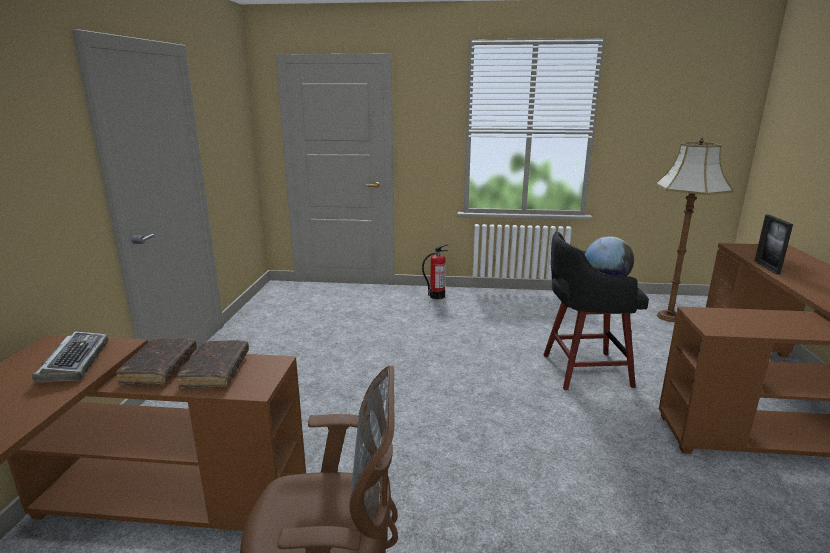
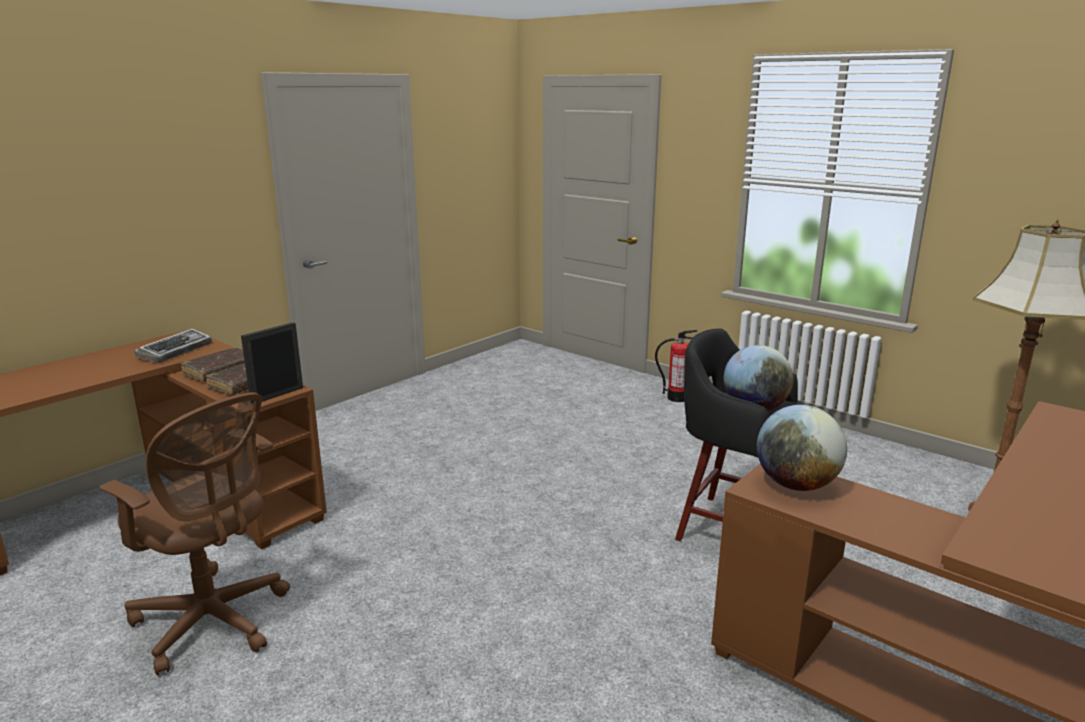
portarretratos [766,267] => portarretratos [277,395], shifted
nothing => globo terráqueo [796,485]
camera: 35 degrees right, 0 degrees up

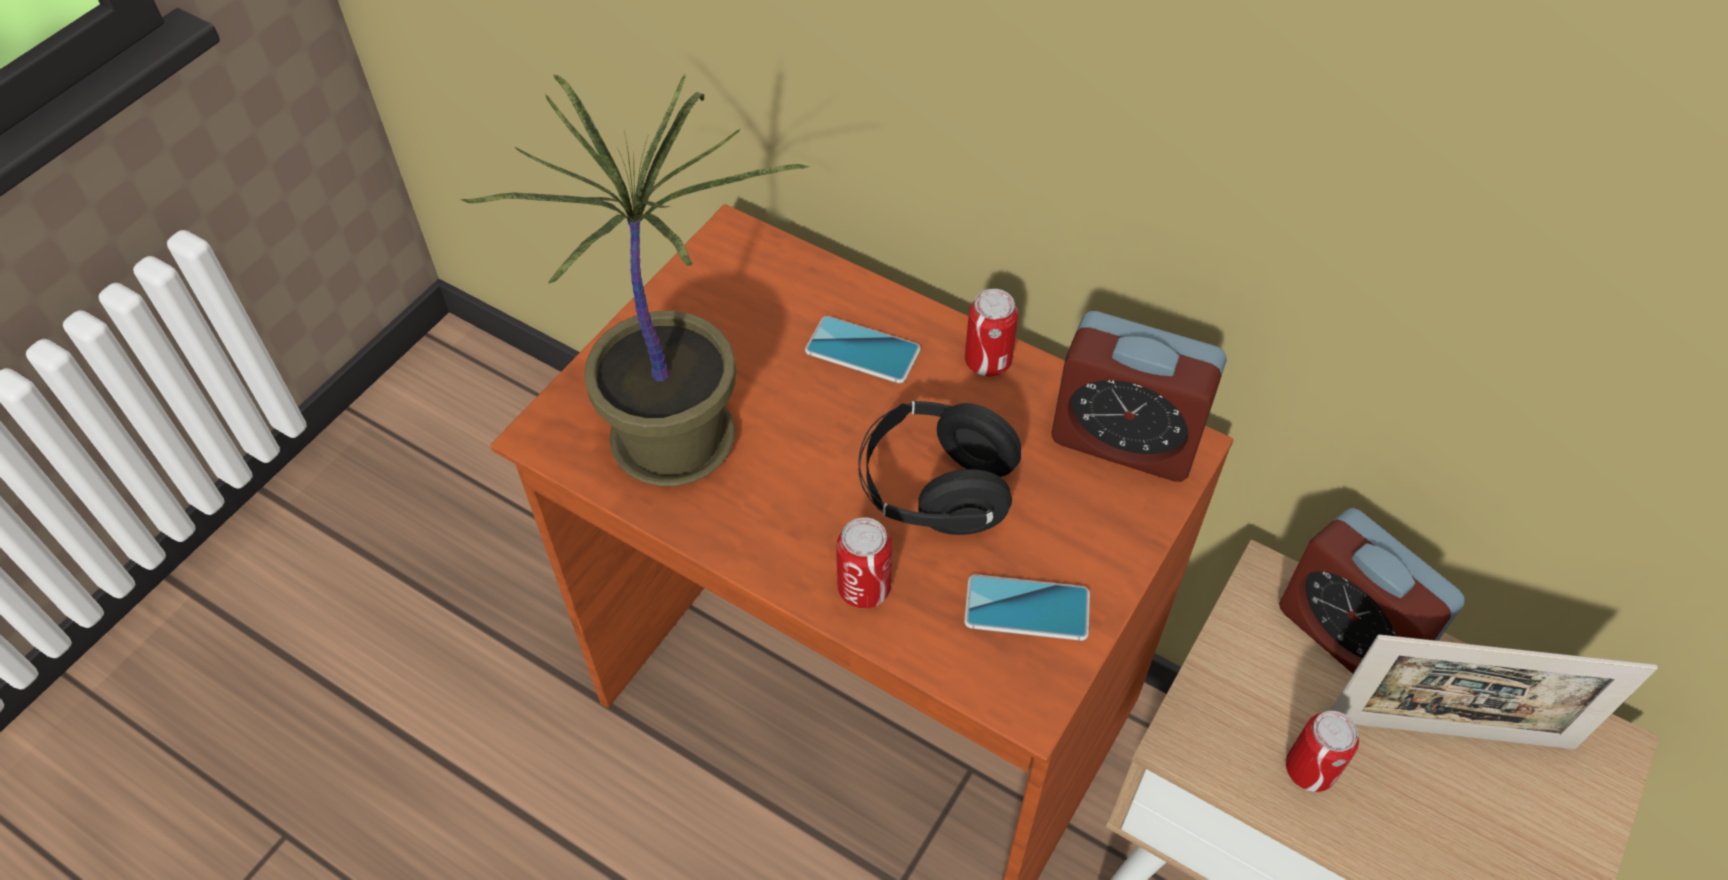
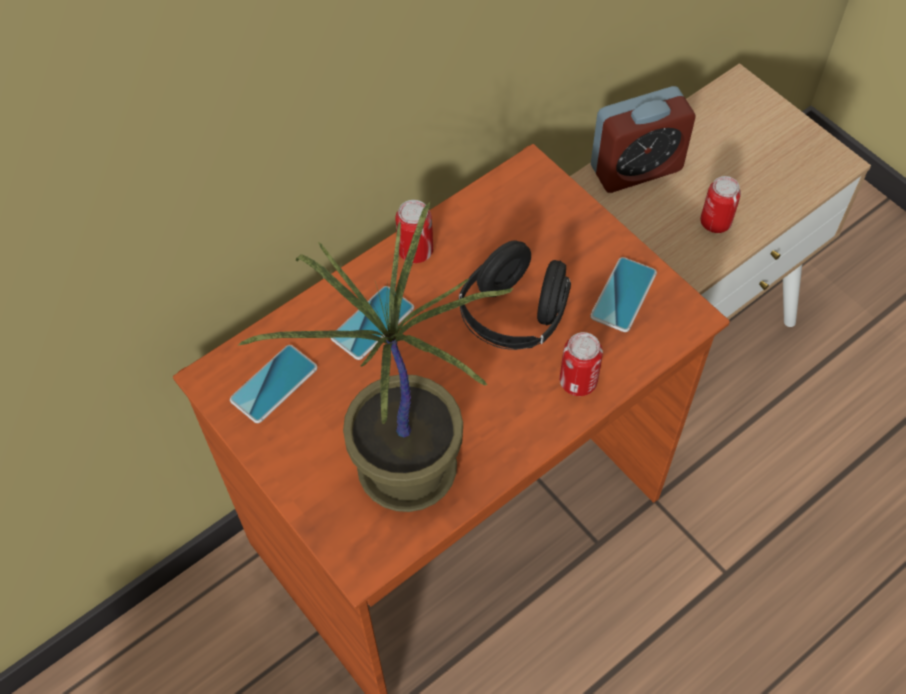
despertador [1124,440] => nothing
portarretratos [1449,733] => nothing
nothing => móvil [274,384]
camera: 70 degrees left, 5 degrees up

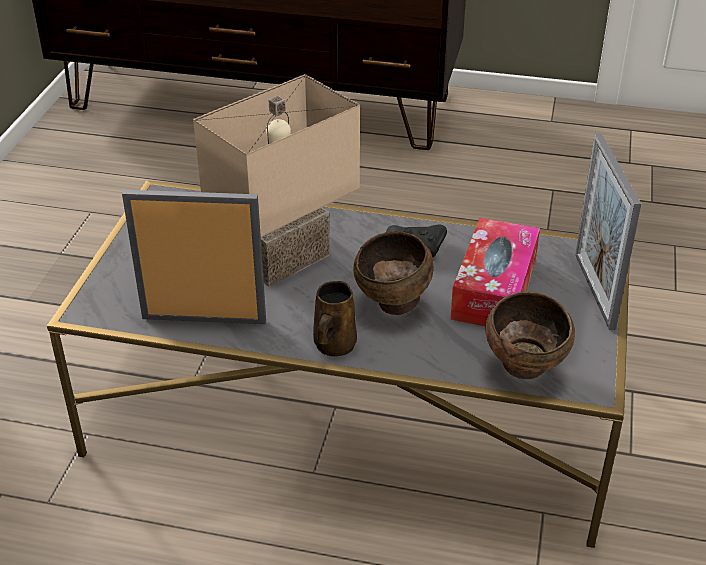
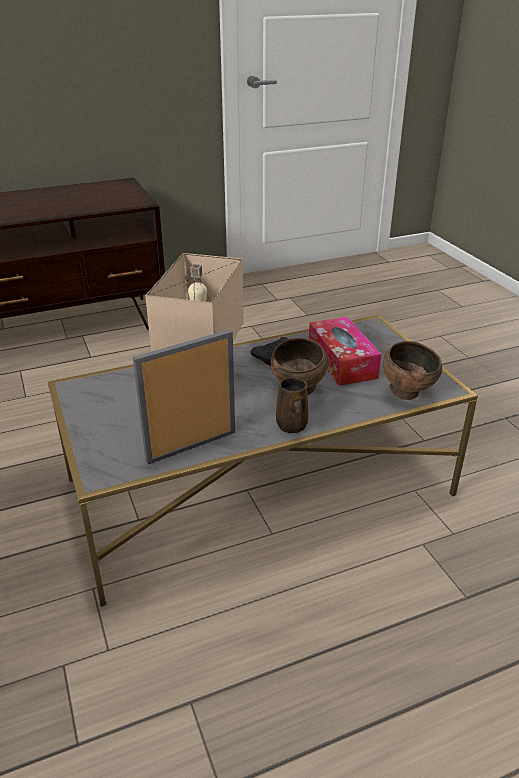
portarretratos [594,290] => nothing
camera: 35 degrees left, 5 degrees down

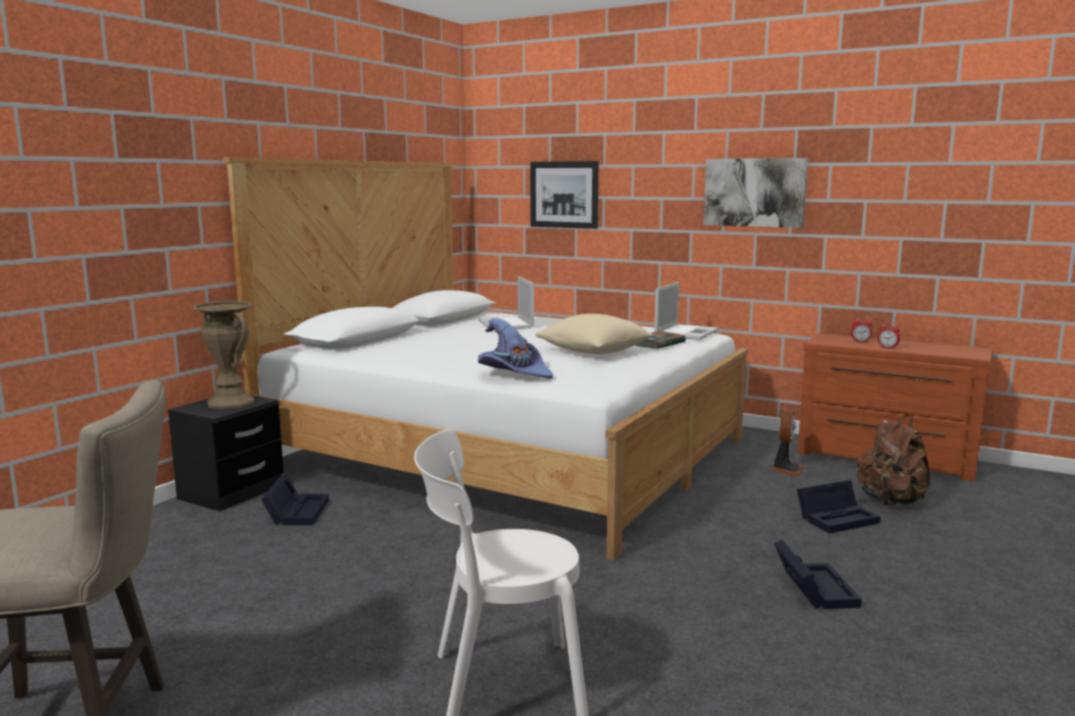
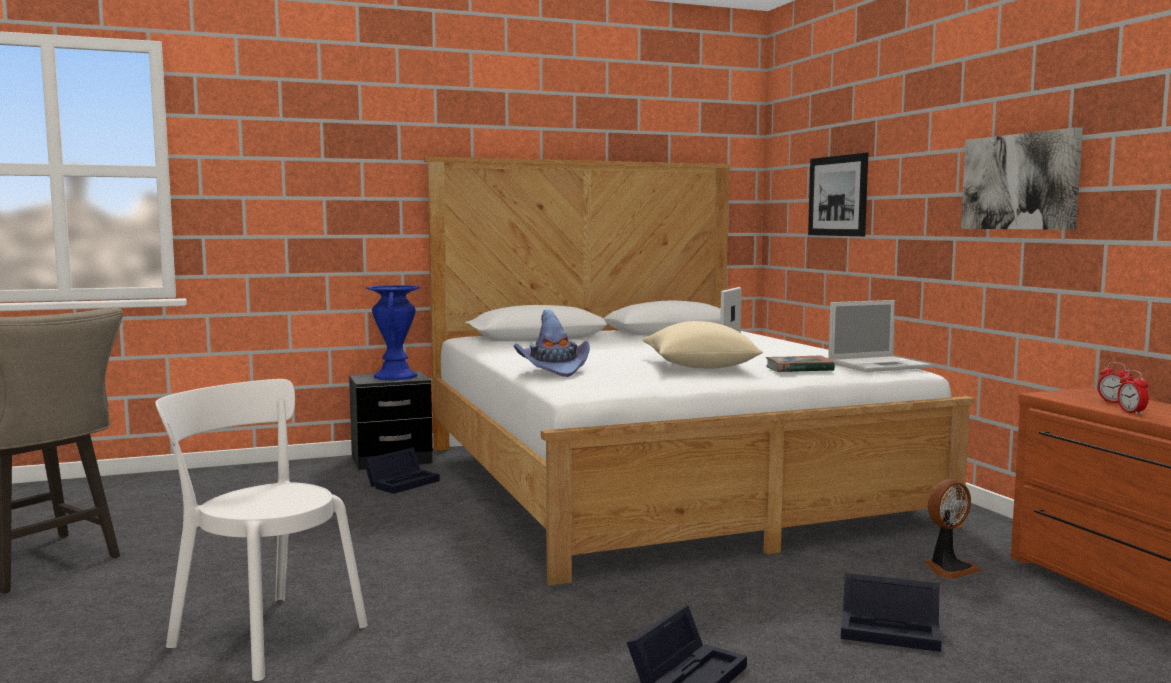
florero/marrón [230,403] => florero/azul [395,376]
mochila/marrón [891,502] => nothing
camera: 40 degrees right, 5 degrees down

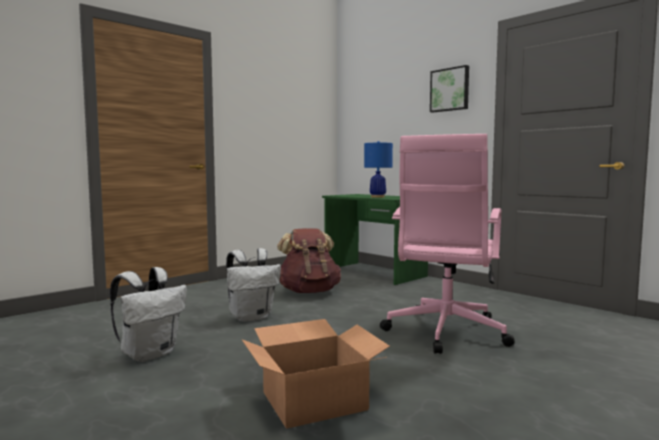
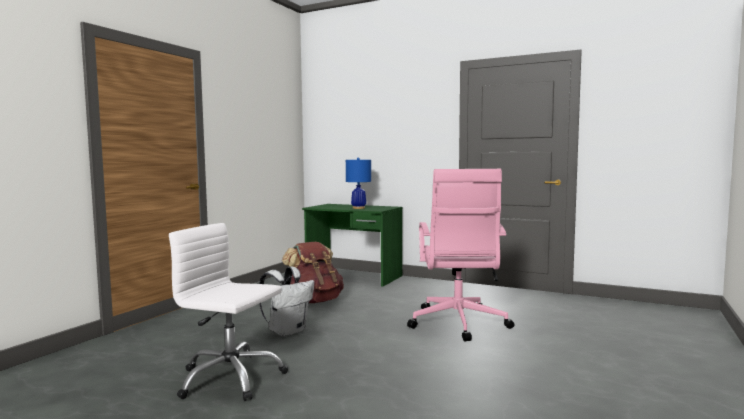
mochila/blanco [150,354] => silla de oficina/blanco [230,378]
caja de cartón [313,400] => nothing
cuadro [450,89] => nothing
camera: 20 degrees left, 0 degrees up

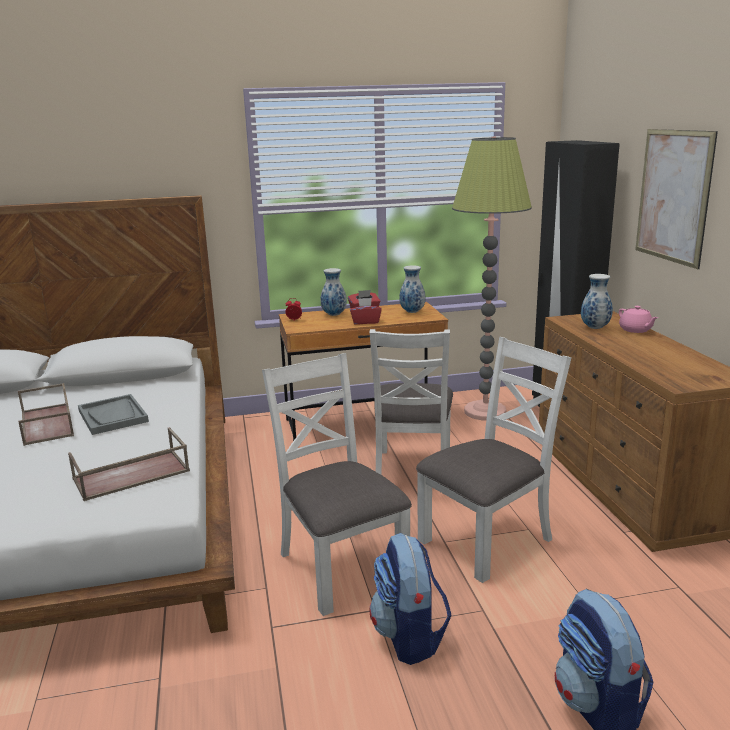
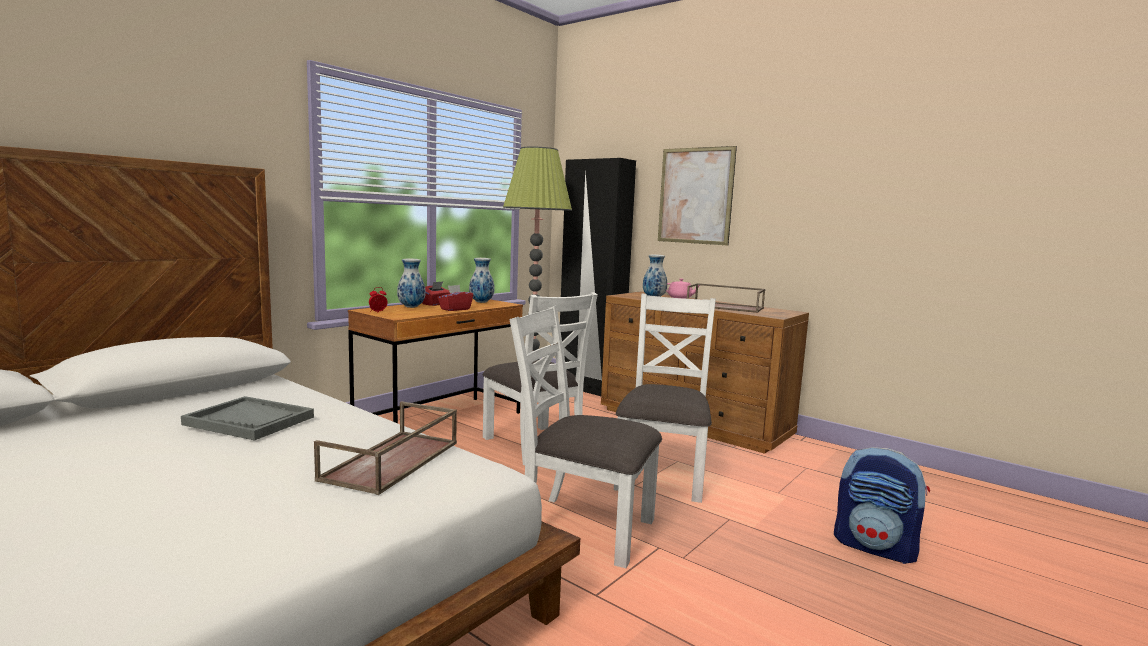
bandeja/marrón [48,424] => bandeja/marrón [725,307], shifted
mochila [409,637] => nothing
camera: 40 degrees left, 10 degrees down

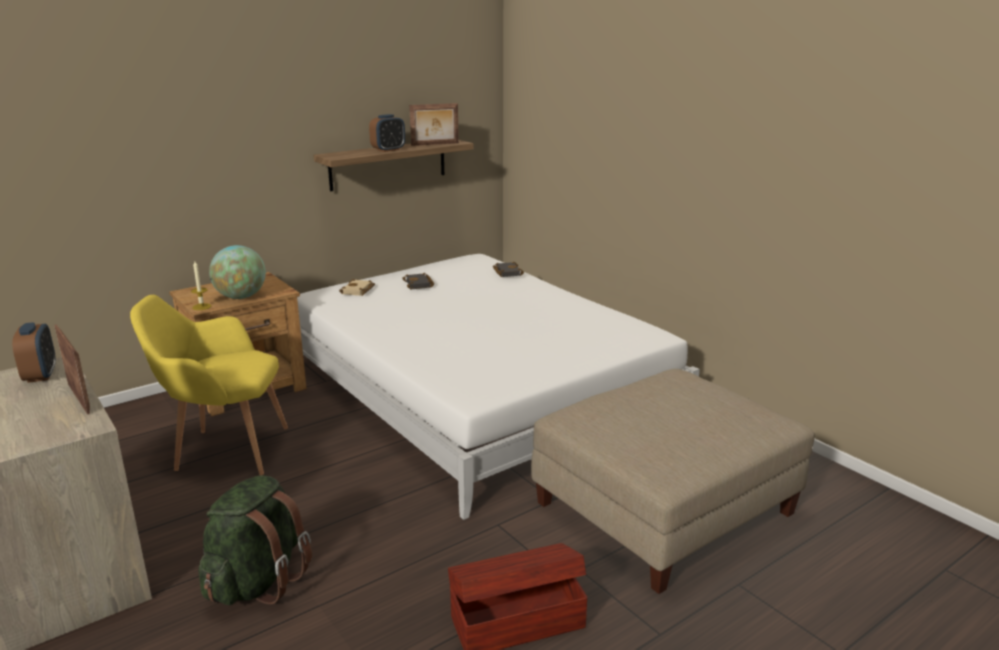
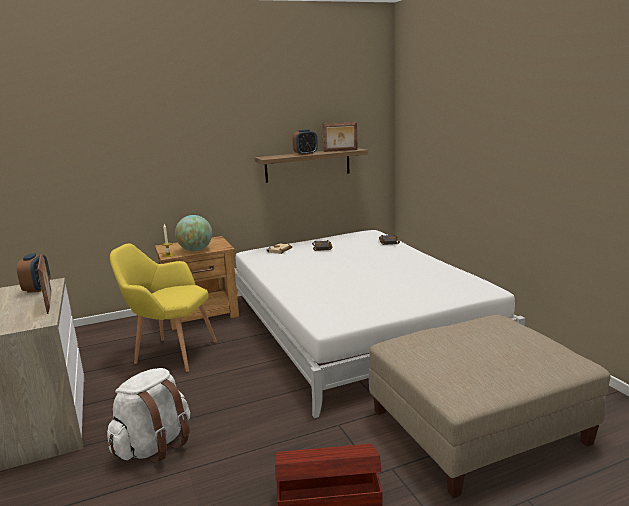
mochila/verde [257,581] => mochila/blanco [154,445]
camera: 15 degrees right, 5 degrees down

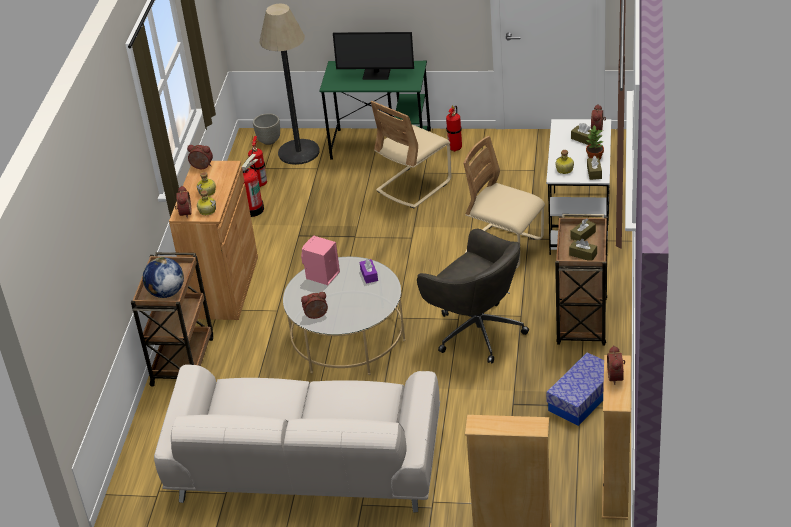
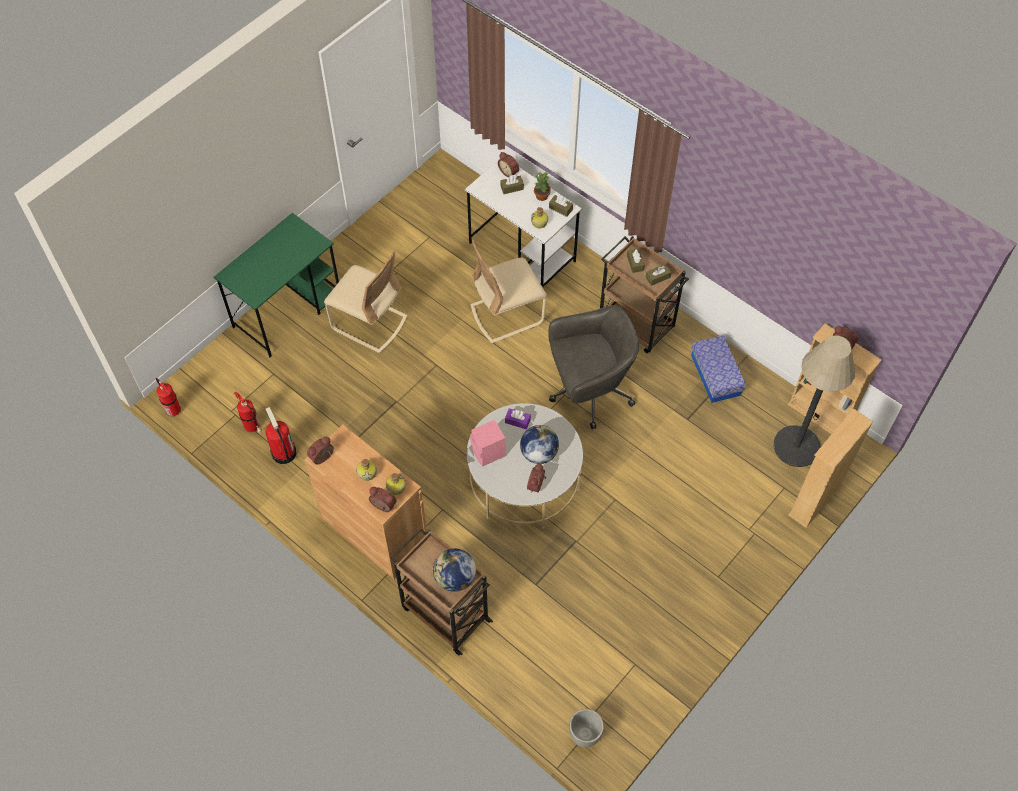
sofá/blanco [305,466] => nothing
maceta/gris [269,141] => maceta/gris [584,735], shifted
lámpara de pie [299,152] => lámpara de pie [796,446], shifted
monitor [376,73] => nothing
silla/beis [414,186] => silla/beis [369,323], 45 degrees counterclockwise
extintor [455,148] => extintor [173,410], shifted
nothing => globo terráqueo [538,453]
camera: 60 degrees left, 20 degrees up

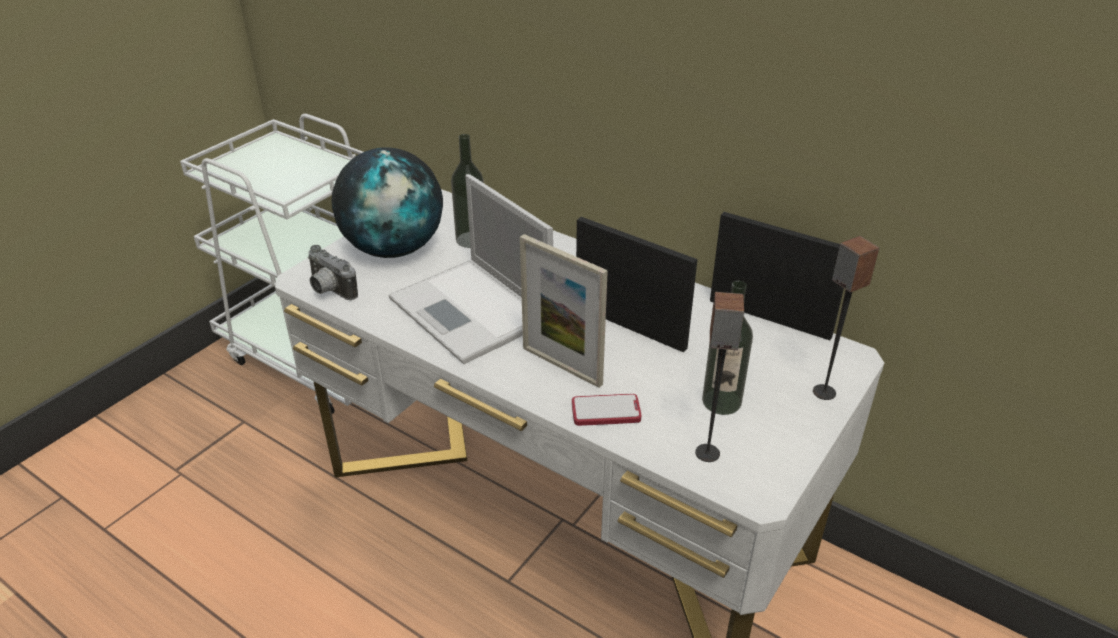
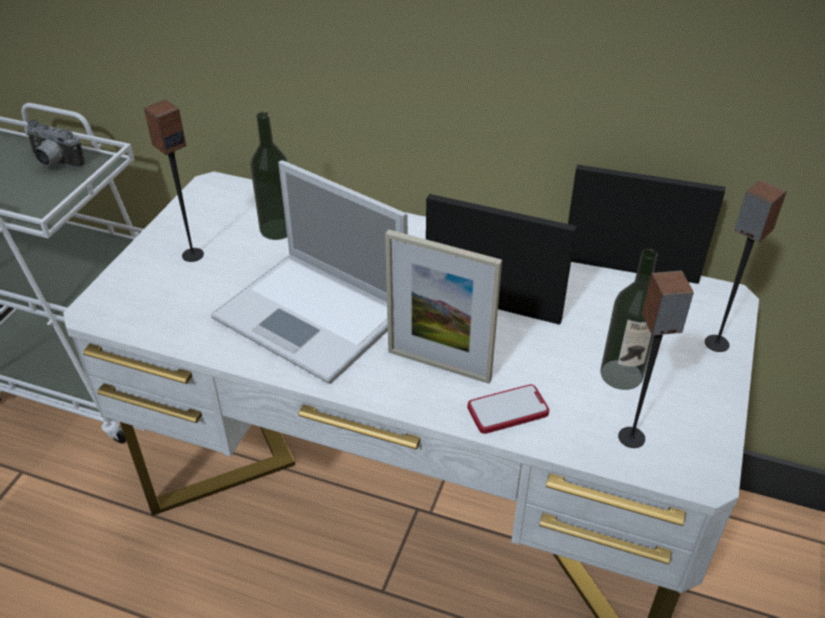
cámara [329,290] => cámara [54,163], shifted
globo terráqueo [394,249] => altavoz [192,255]
camera: 15 degrees left, 5 degrees up

